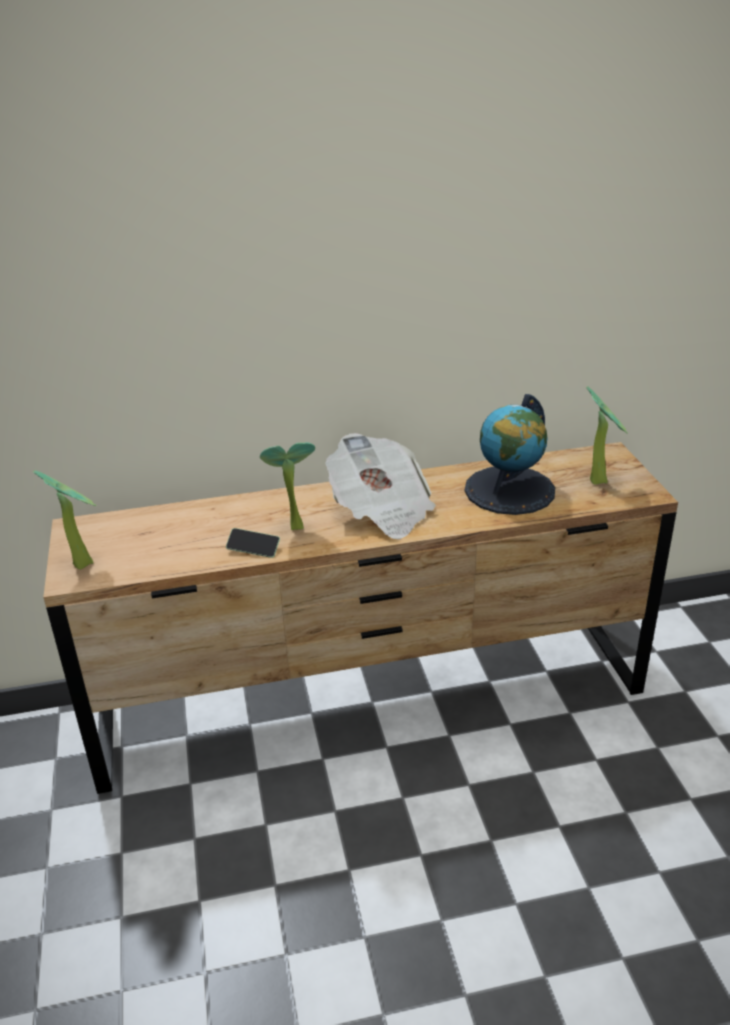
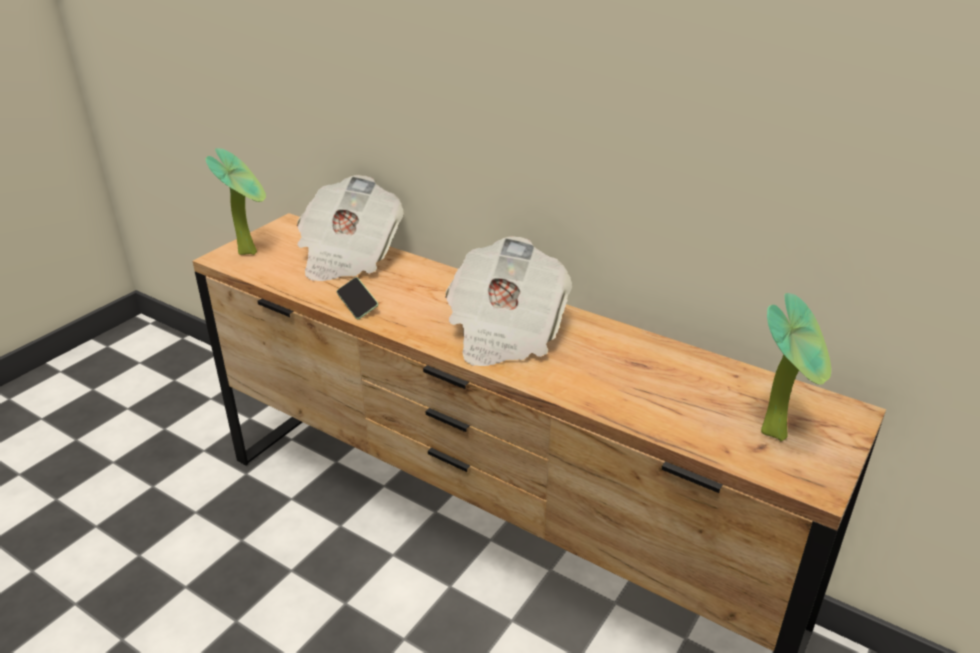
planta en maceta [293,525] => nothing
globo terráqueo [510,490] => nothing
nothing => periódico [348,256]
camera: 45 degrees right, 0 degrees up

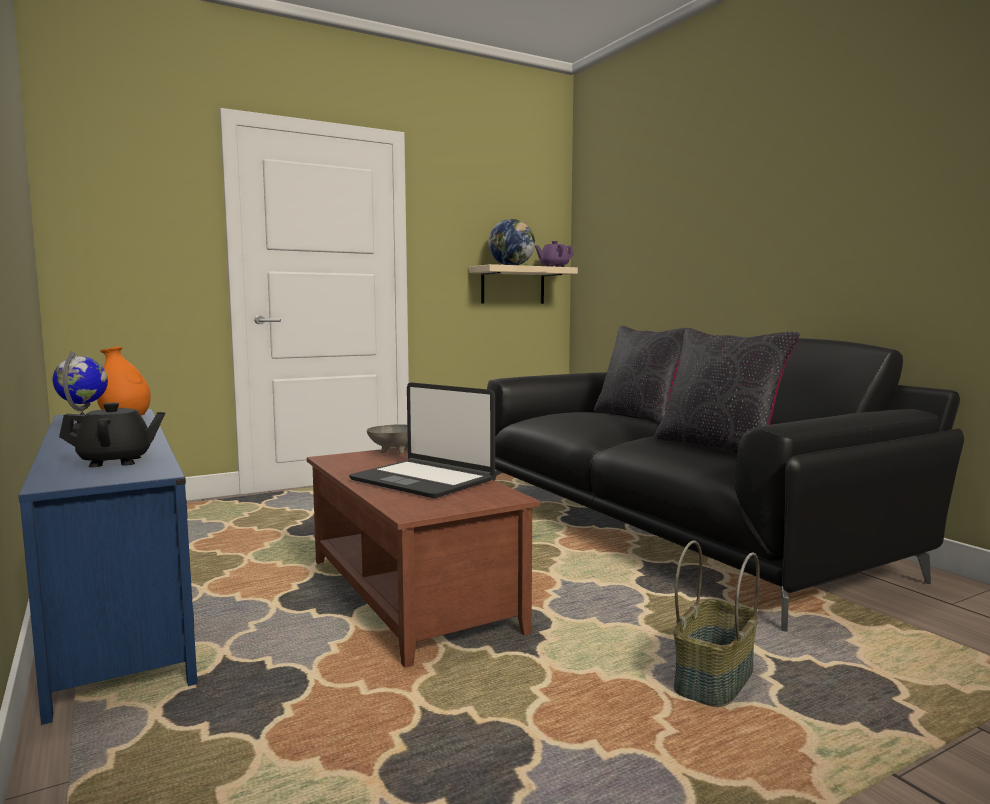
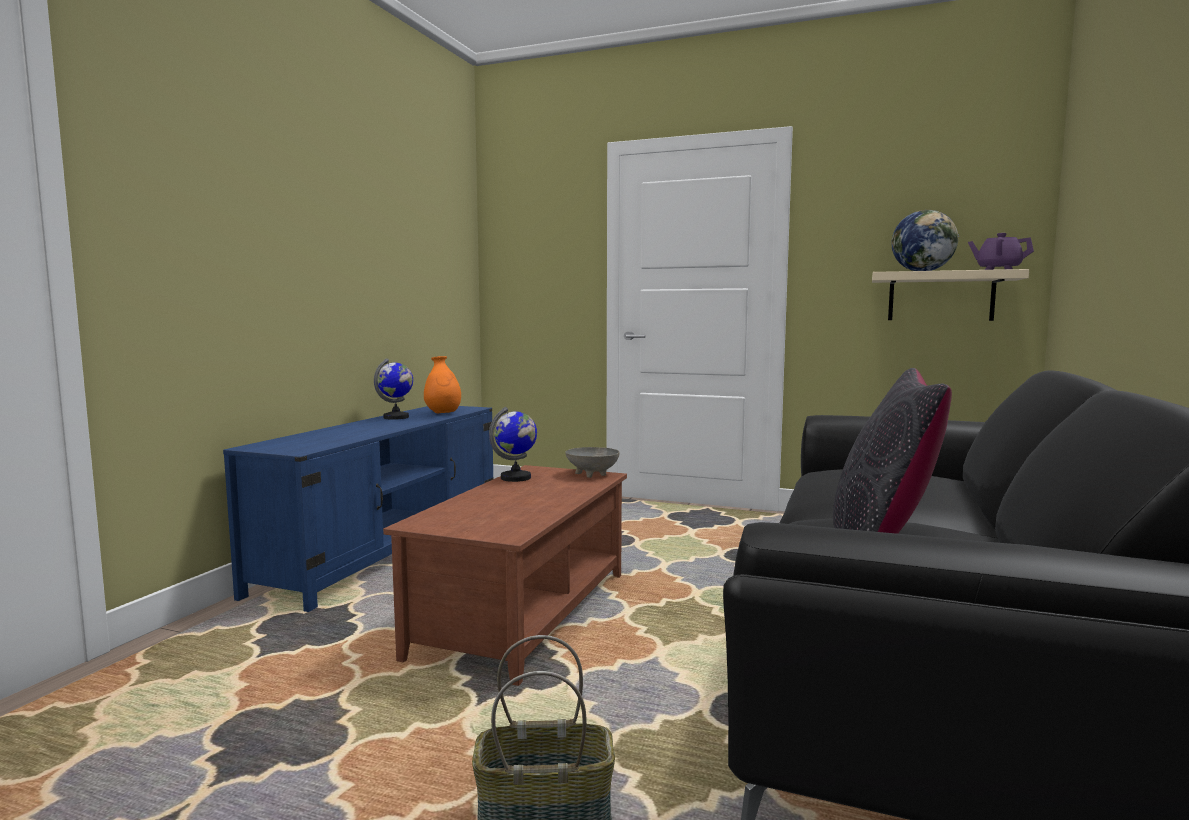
tetera/negro [116,461] => nothing
portátil [423,480] => nothing
cojín/negro [638,417] => nothing
nothing => globo terráqueo [516,478]
camera: 50 degrees right, 0 degrees up

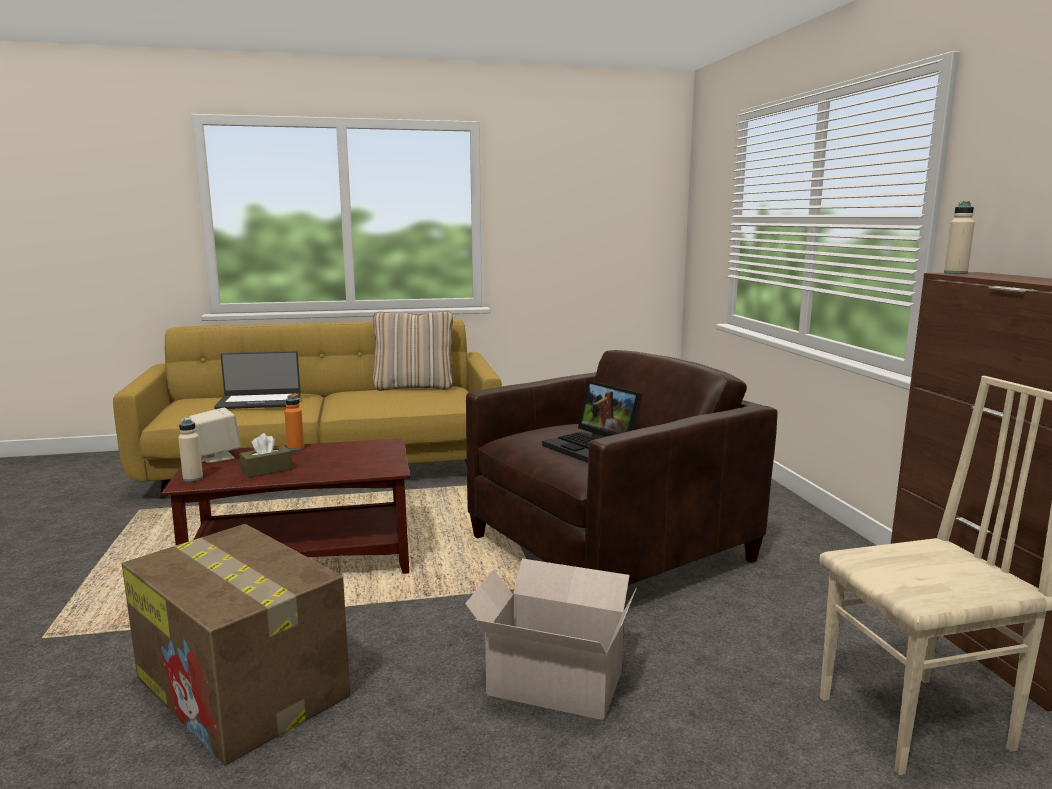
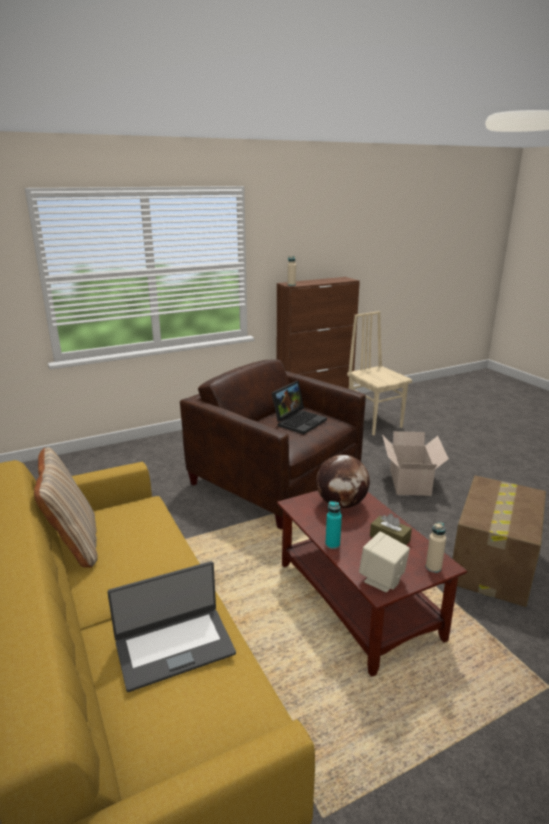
portátil [259,402] => portátil [174,646], 90 degrees clockwise
botella/naranja [295,448] => botella/turquesa [332,544]
nothing => globo terráqueo [341,504]
camera: 105 degrees left, 10 degrees up

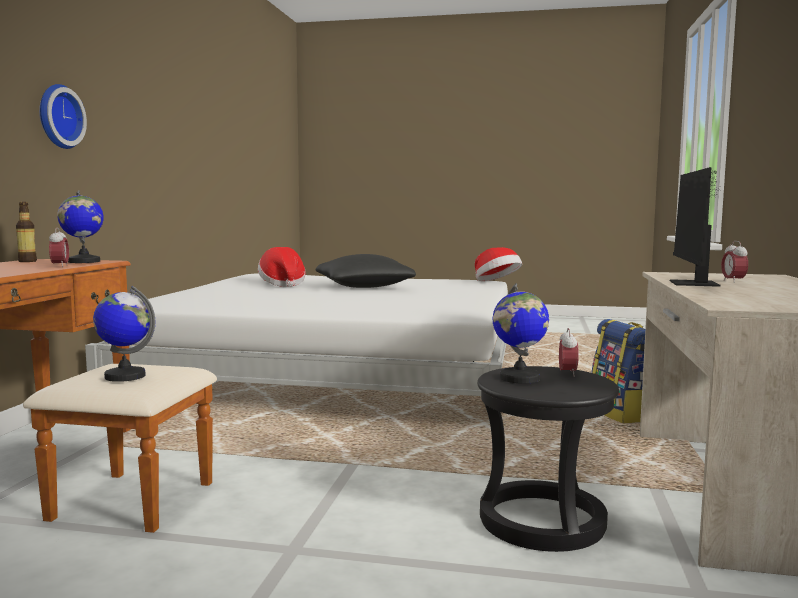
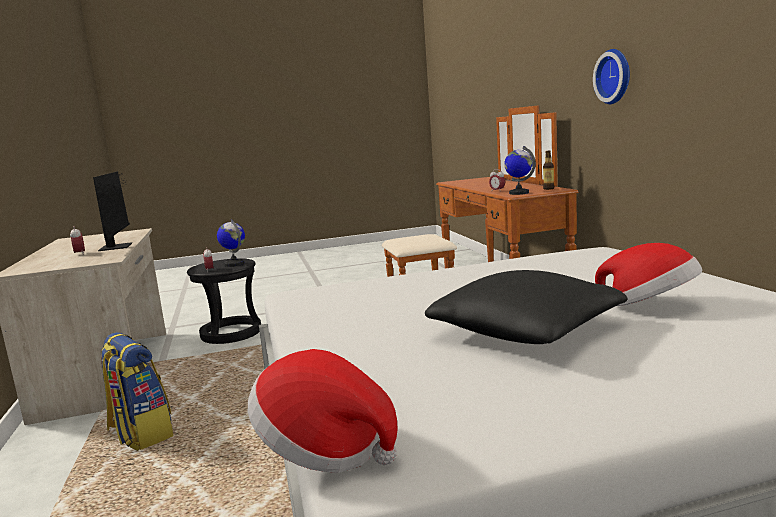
globo terráqueo [125,376] => nothing
camera: 155 degrees right, 5 degrees up

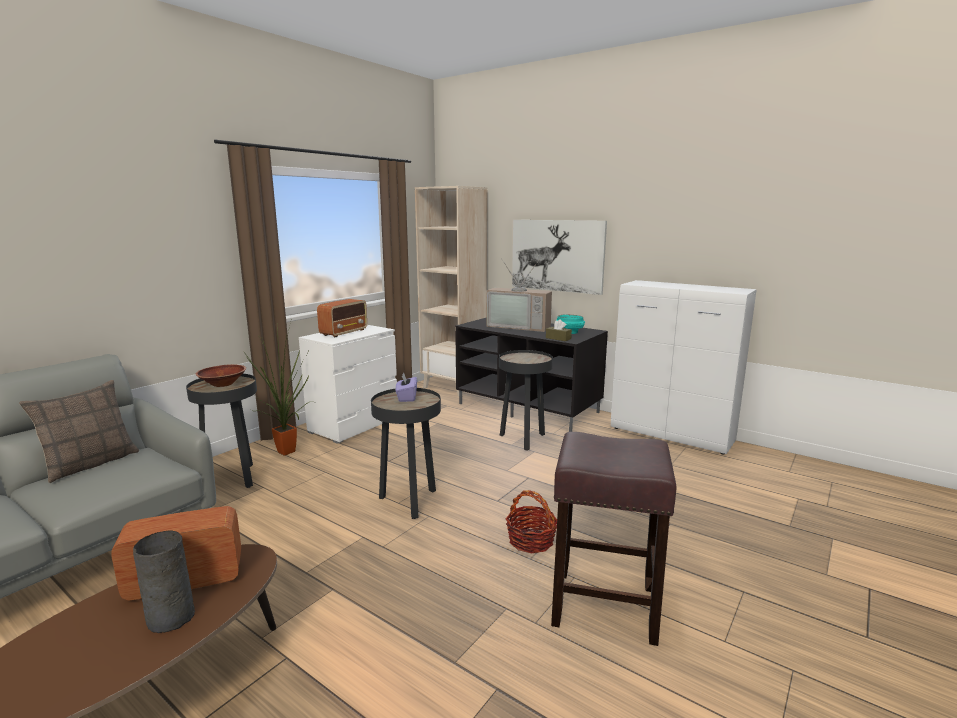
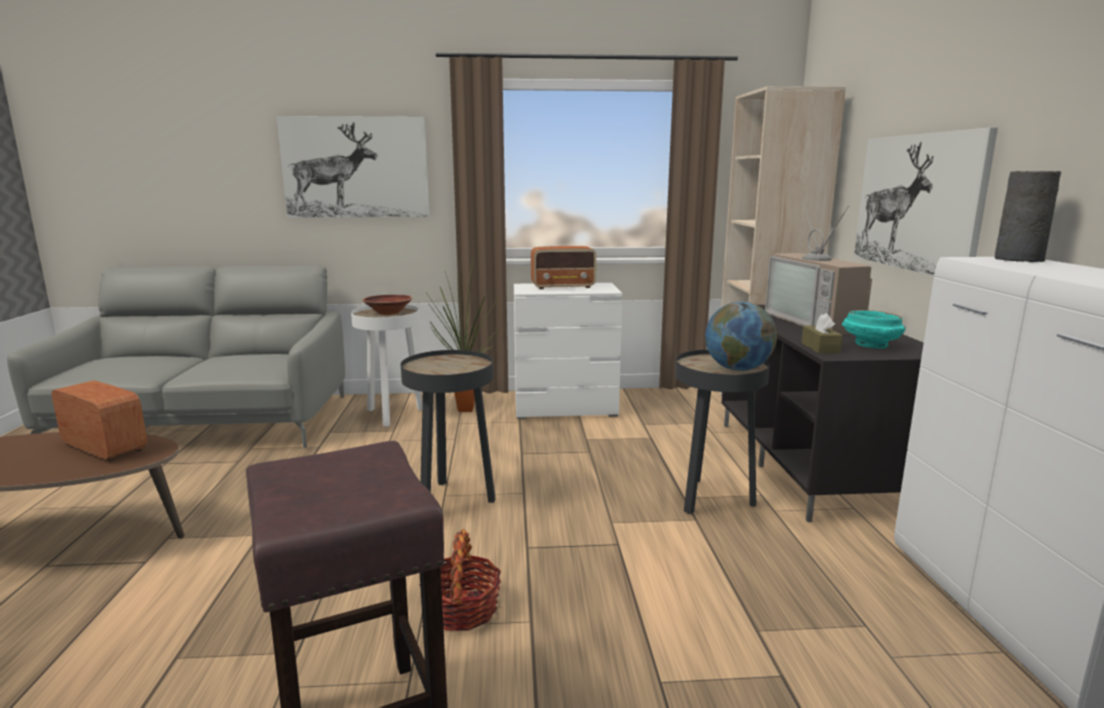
cojín [90,463] => nothing
florero/gris [170,617] => florero/gris [1018,259], shifted
mesa auxiliar/negro [234,478] => mesa auxiliar/blanco [393,415]
caja de pañuelos/morado [406,397] => nothing
nothing => cuadro [355,167]
nothing => globo terráqueo [737,369]
camera: 50 degrees right, 0 degrees up

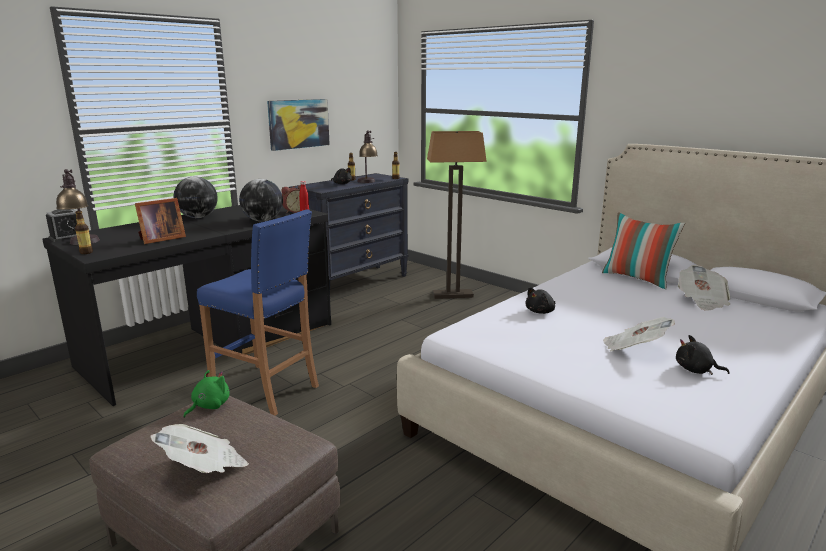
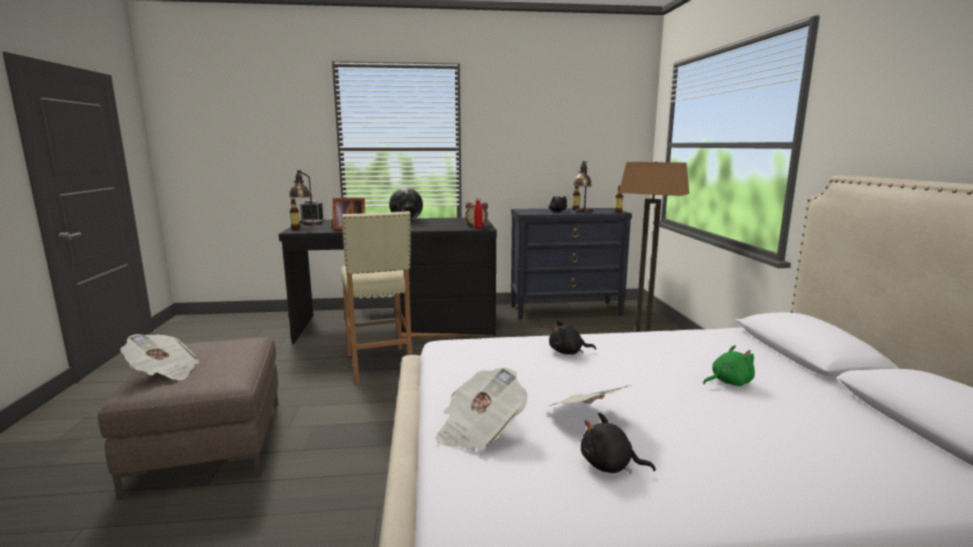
peluche/verde [209,406] => peluche/verde [728,382], shifted
taburete/azul [266,389] => taburete/beis [379,365]
globo terráqueo [263,220] => nothing
cuadro [298,124] => nothing
cojín [637,279] => nothing
peluche/negro [696,370] => peluche/negro [610,466], 45 degrees counterclockwise
periódico [701,301] => periódico [479,430], shifted
camera: 40 degrees right, 5 degrees down

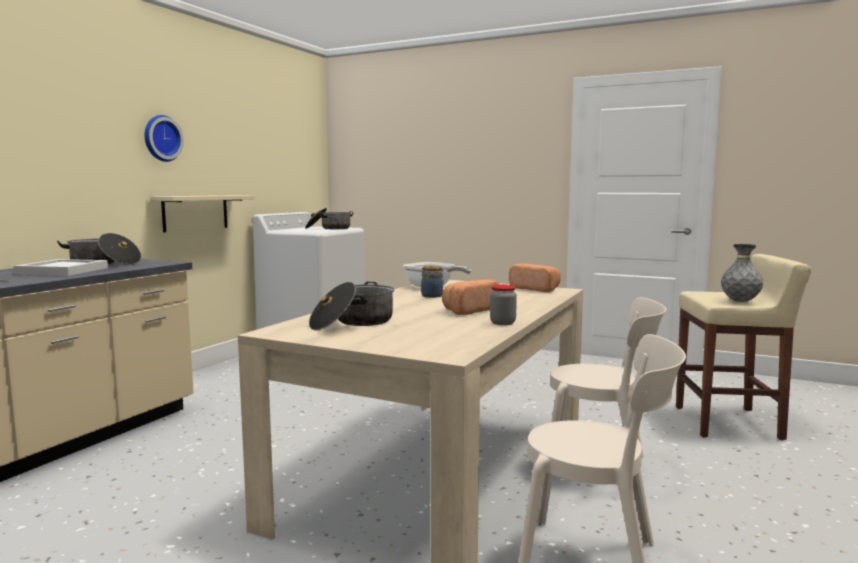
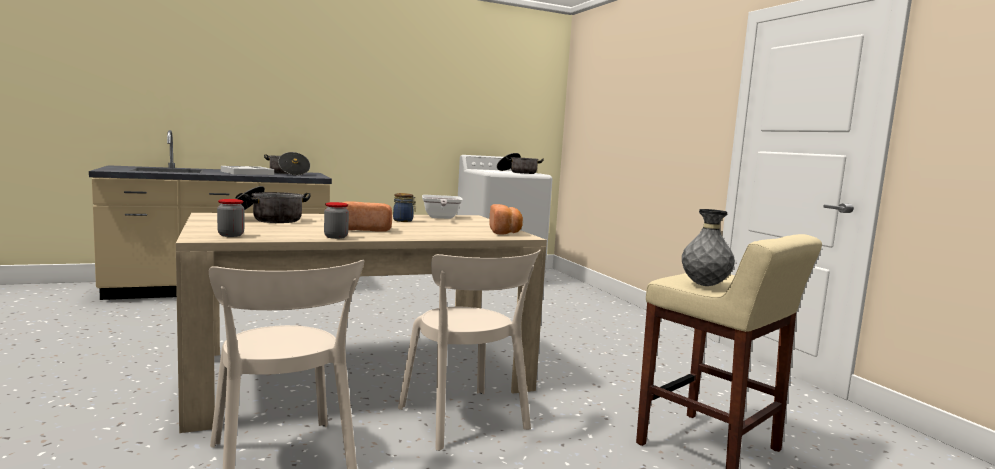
reloj de pared [161,138] => nothing
estante/beis [195,212] => nothing
nothing => tarro [231,235]
camera: 40 degrees right, 0 degrees up

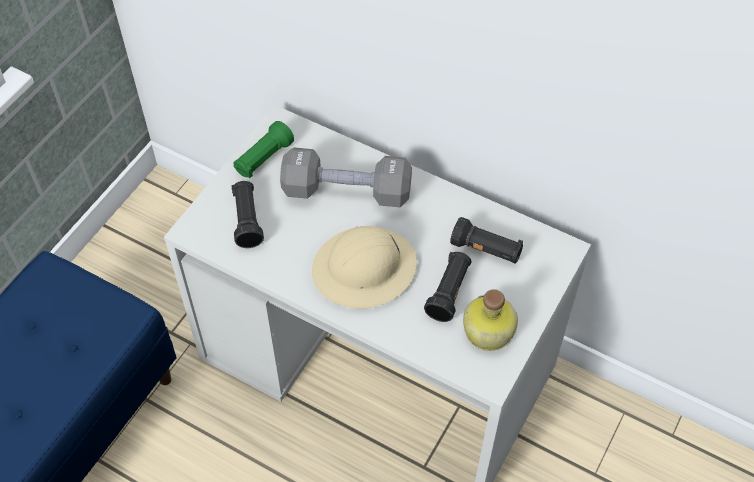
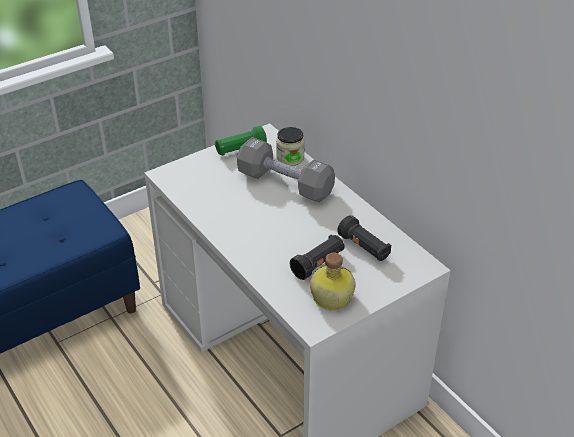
linterna/negro [247,220] => nothing
casco/beis [365,269] => nothing
nothing => tarro [290,158]
camera: 25 degrees right, 15 degrees down

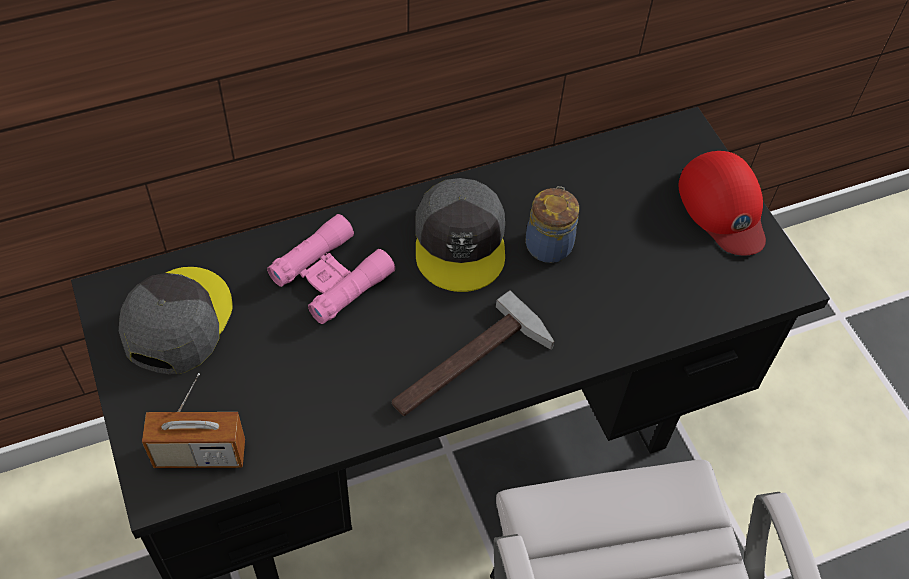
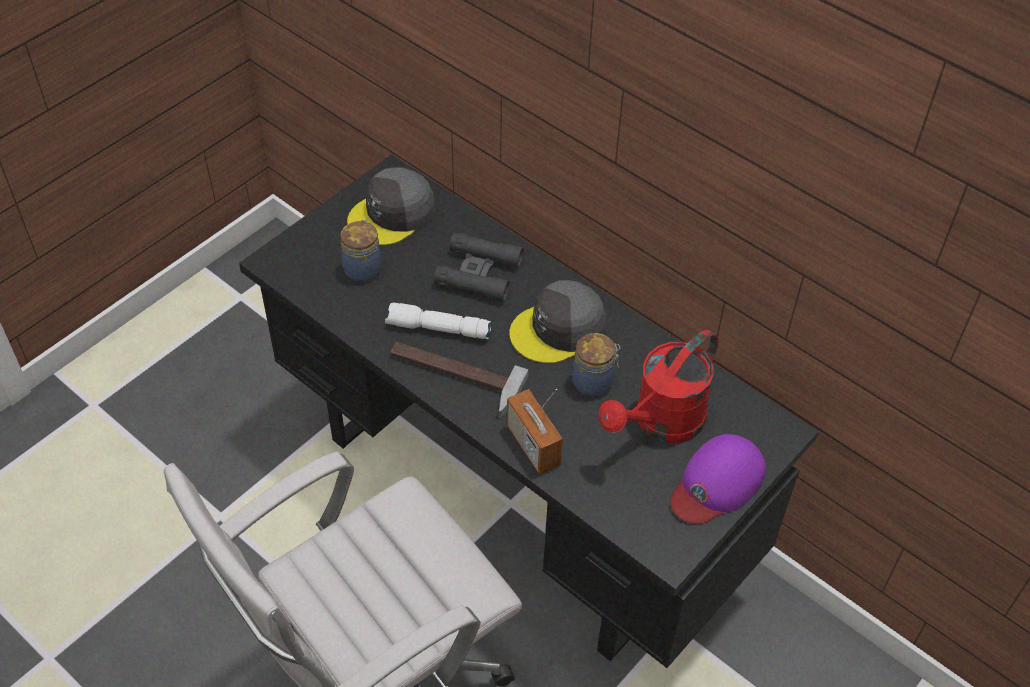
gorra/gris [177,321] => gorra/gris [392,215], 150 degrees clockwise
radio [200,454] => radio [533,446], shifted
prismáticos/rosa [331,276] => prismáticos/negro [479,273]
gorra/rojo [723,207] => gorra/morado [716,483]
nothing => tarro [363,268]
nothing => linterna/blanco [437,329]
nothing => regadera/rojo [661,424]
camera: 65 degrees right, 5 degrees down

